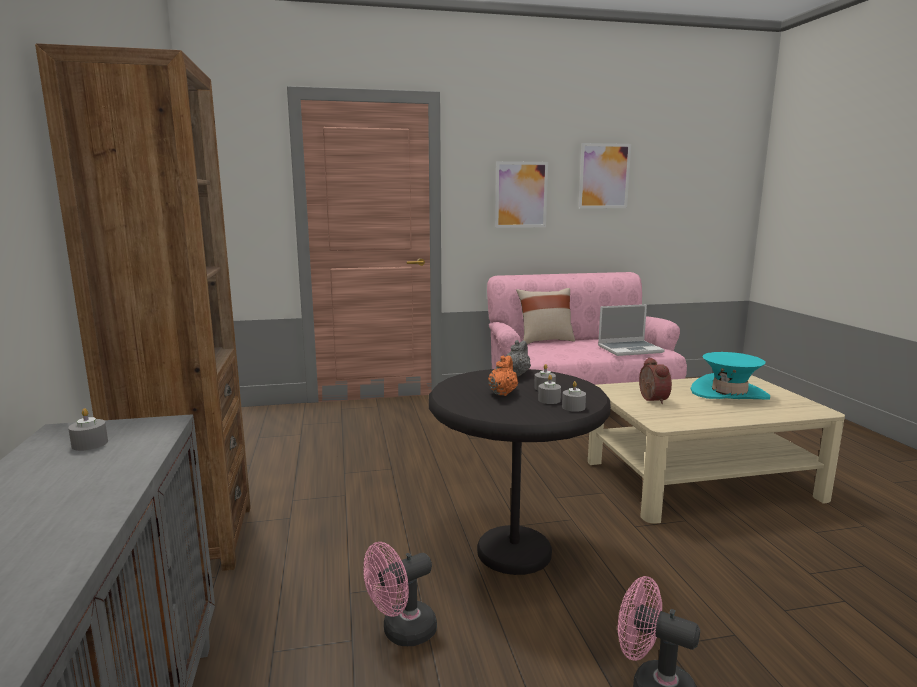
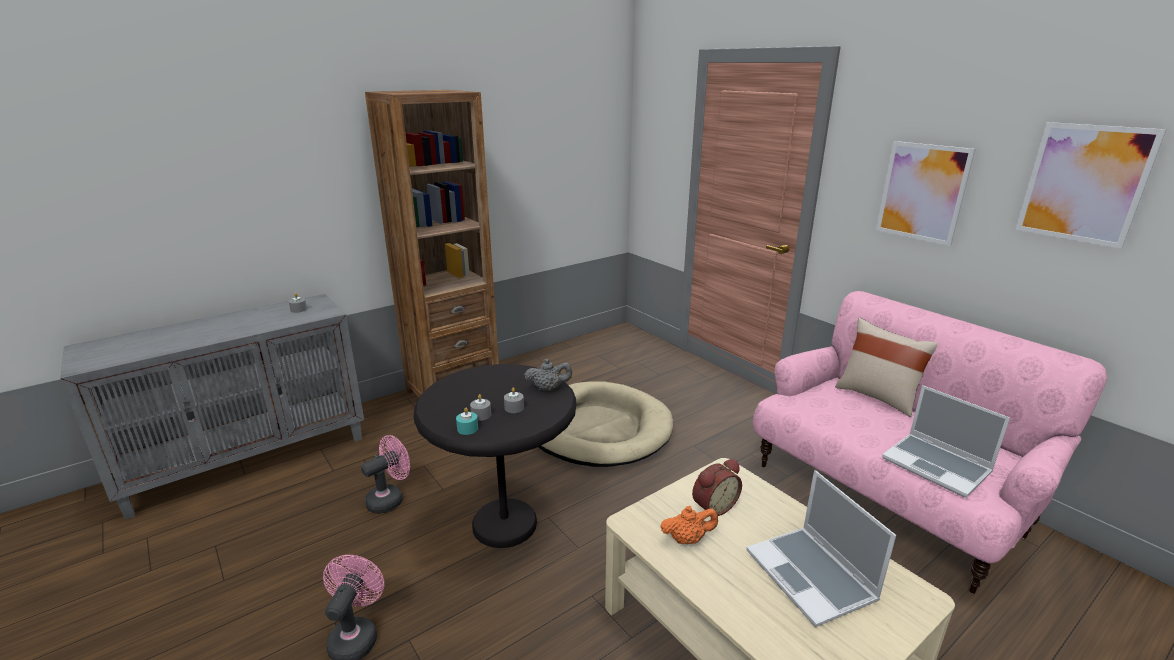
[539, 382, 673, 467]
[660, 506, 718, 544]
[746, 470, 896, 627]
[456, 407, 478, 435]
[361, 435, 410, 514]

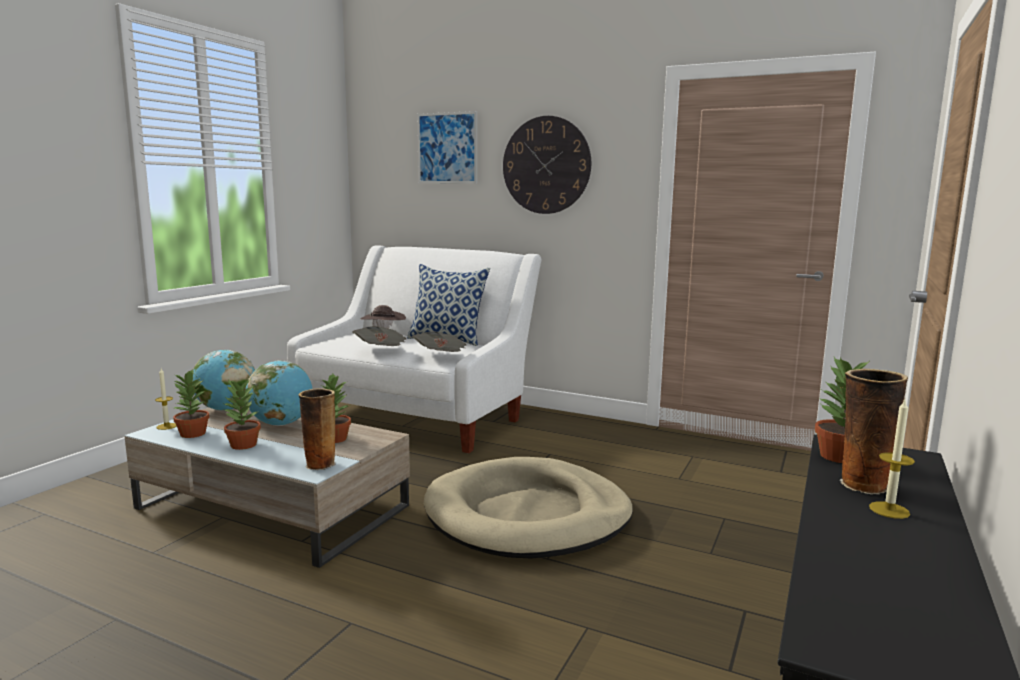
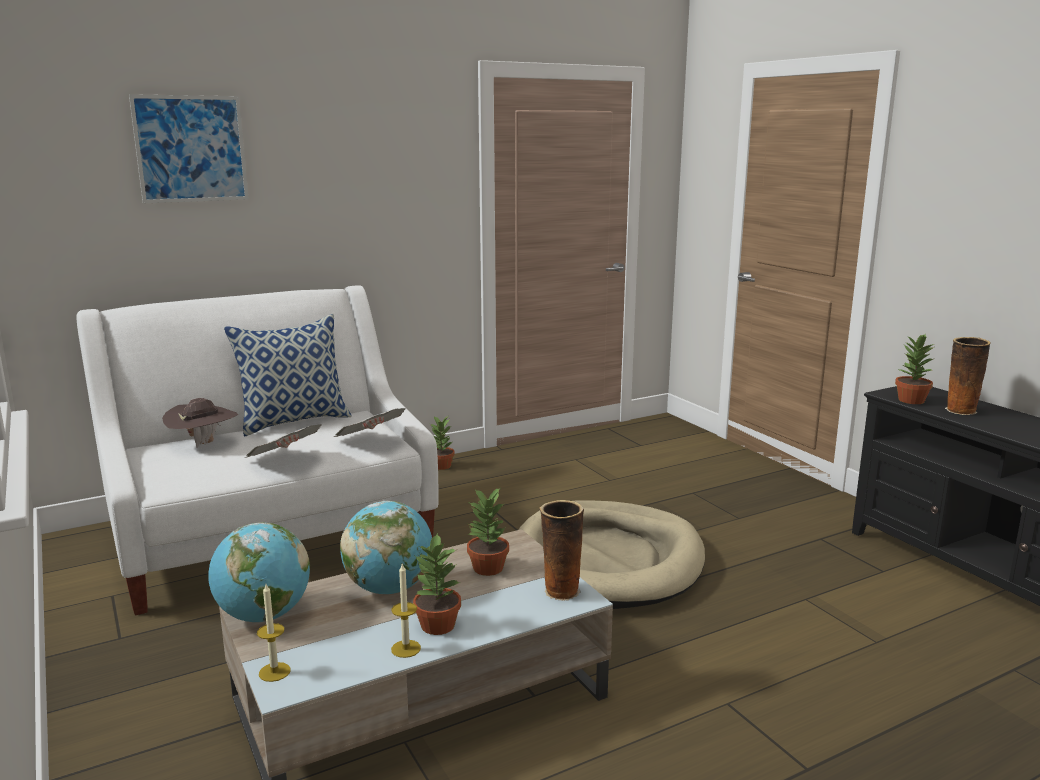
[503, 116, 591, 214] (first image)
[430, 416, 455, 470]
[391, 564, 421, 658]

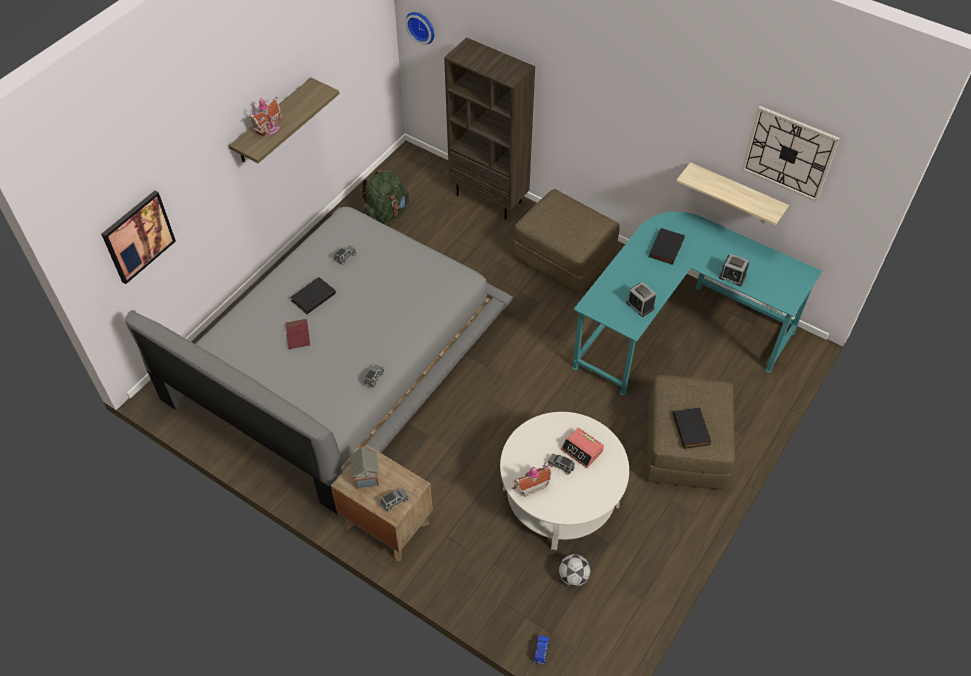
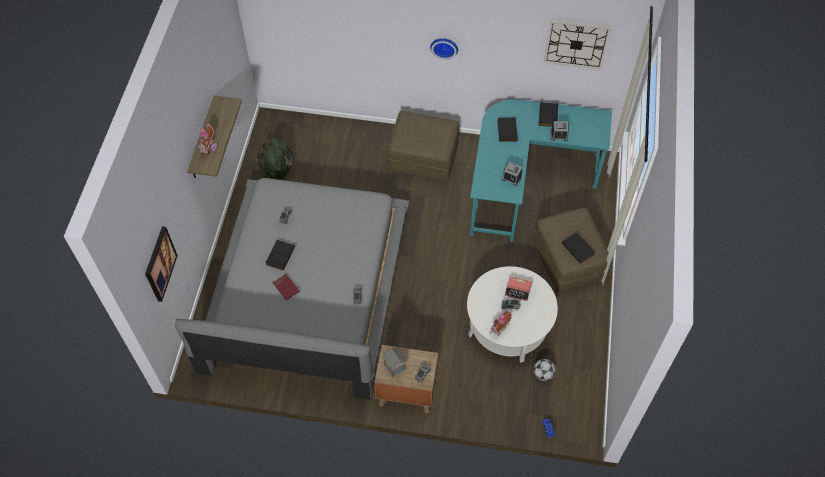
[444, 37, 535, 220] (first image)
[676, 162, 789, 225] (first image)
[539, 102, 558, 127]
[430, 38, 458, 60]

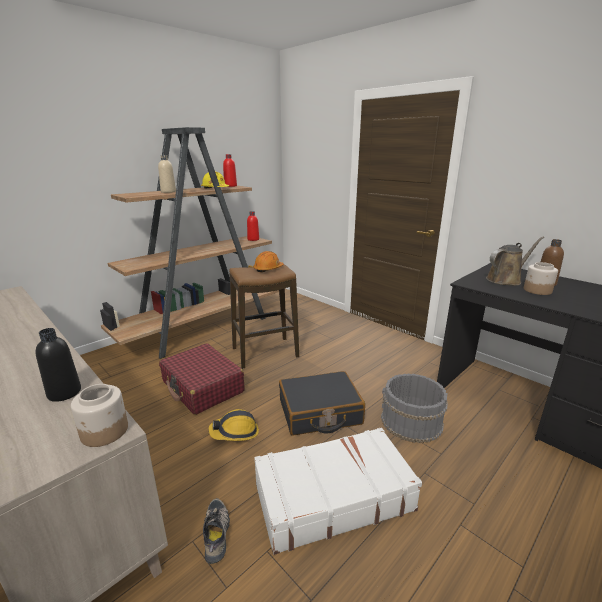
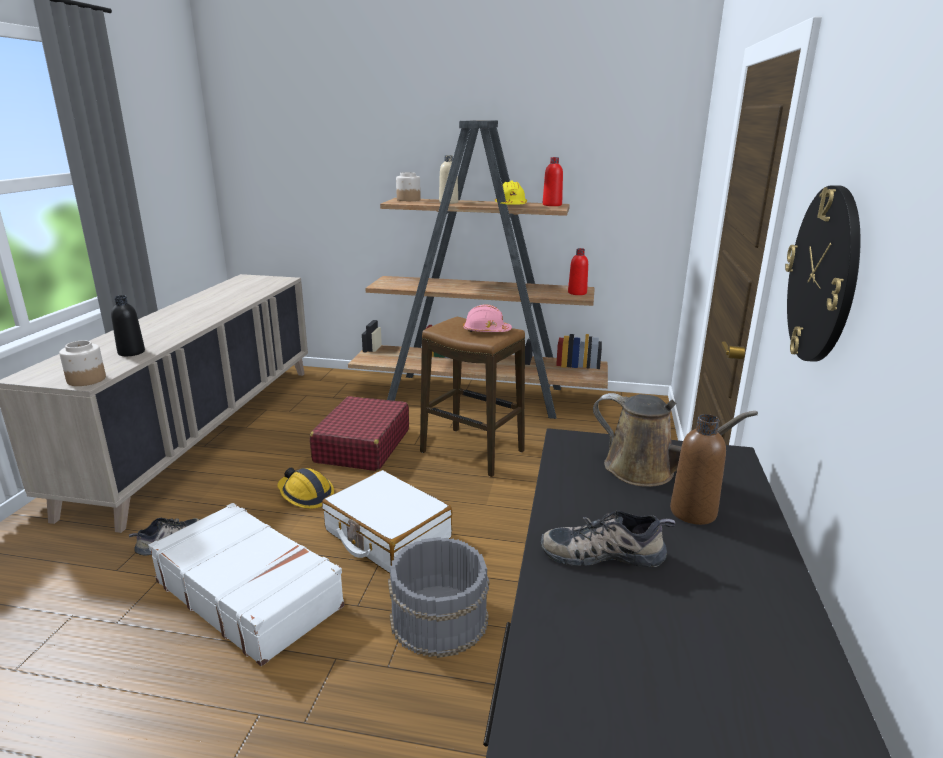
[541, 511, 675, 567]
[785, 185, 861, 362]
[396, 172, 420, 201]
[463, 304, 512, 332]
[322, 470, 452, 574]

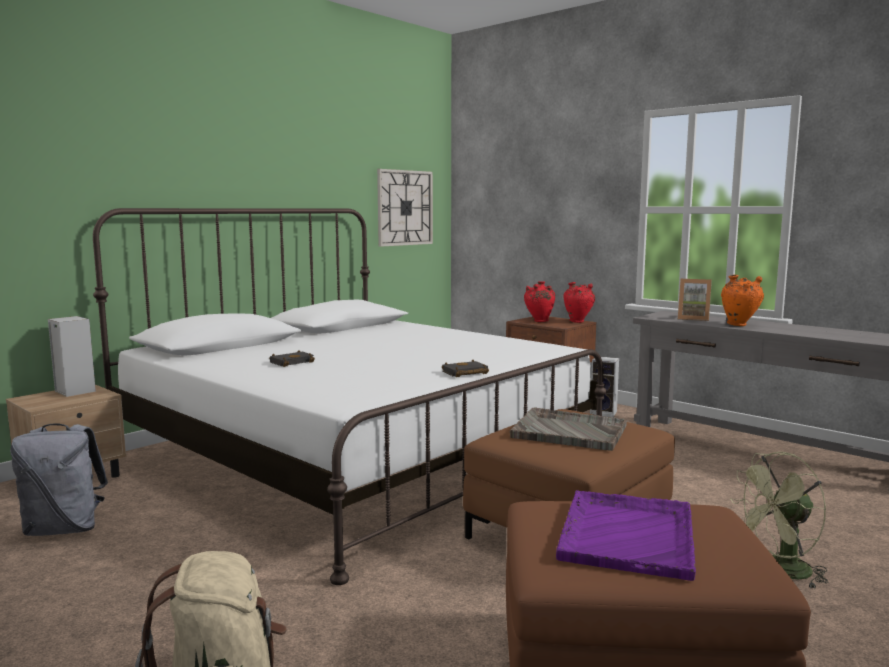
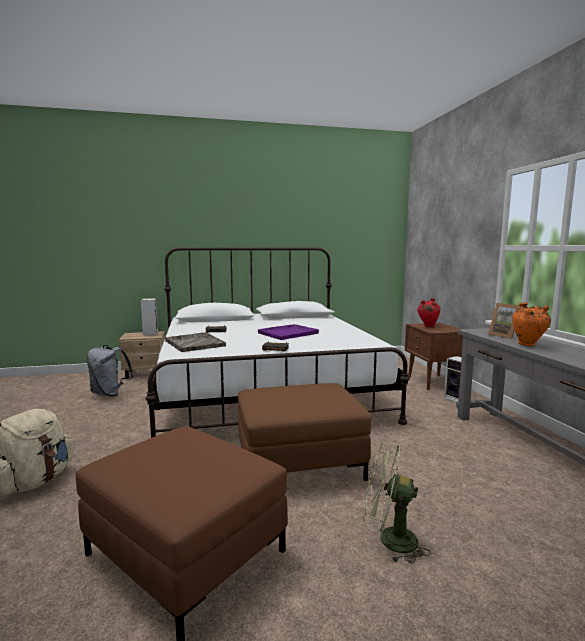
[377, 169, 433, 247] (first image)
[564, 282, 595, 323] (first image)
[165, 332, 226, 352]
[258, 324, 319, 340]

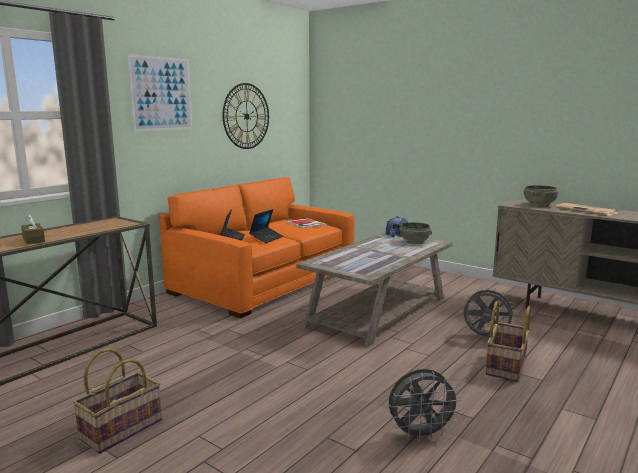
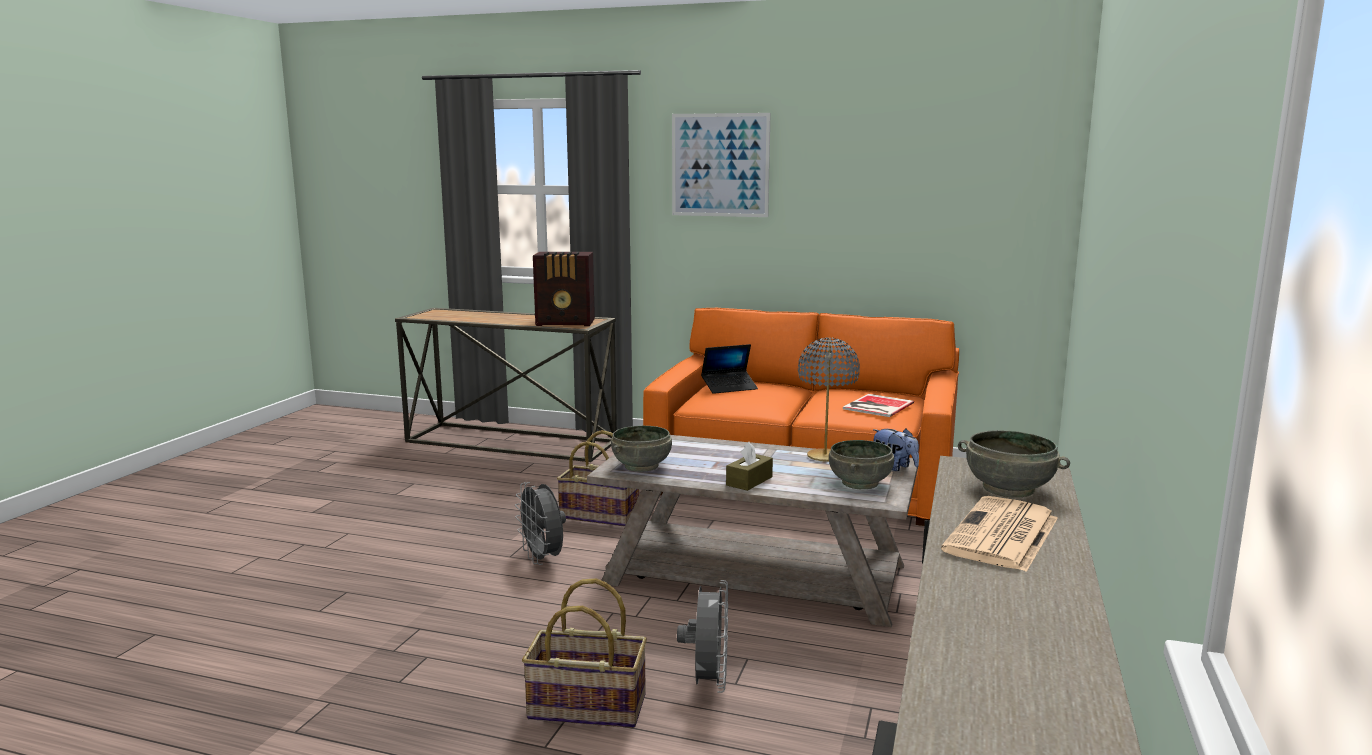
[223, 83, 269, 149] (first image)
[249, 209, 283, 243] (first image)
[533, 252, 595, 326]
[611, 426, 672, 472]
[798, 337, 860, 462]
[726, 442, 773, 491]
[557, 430, 639, 527]
[515, 482, 566, 565]

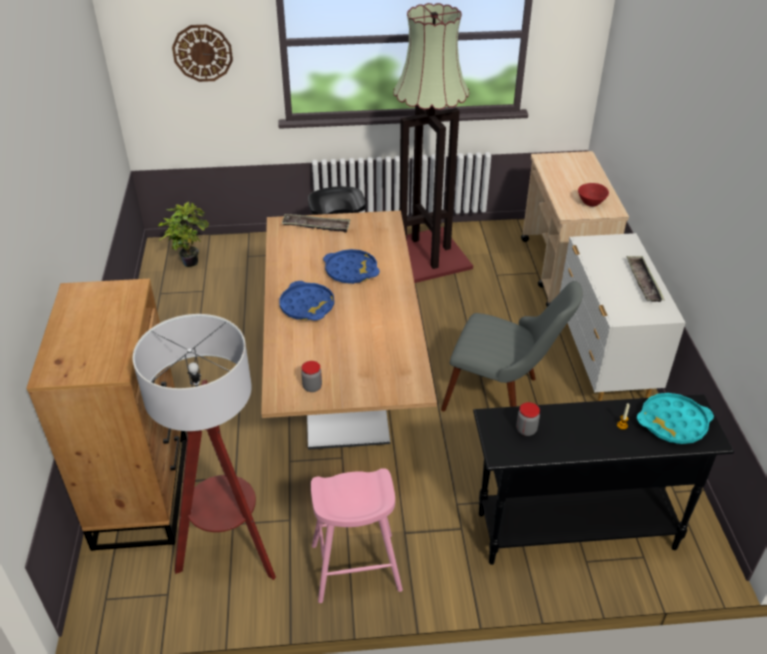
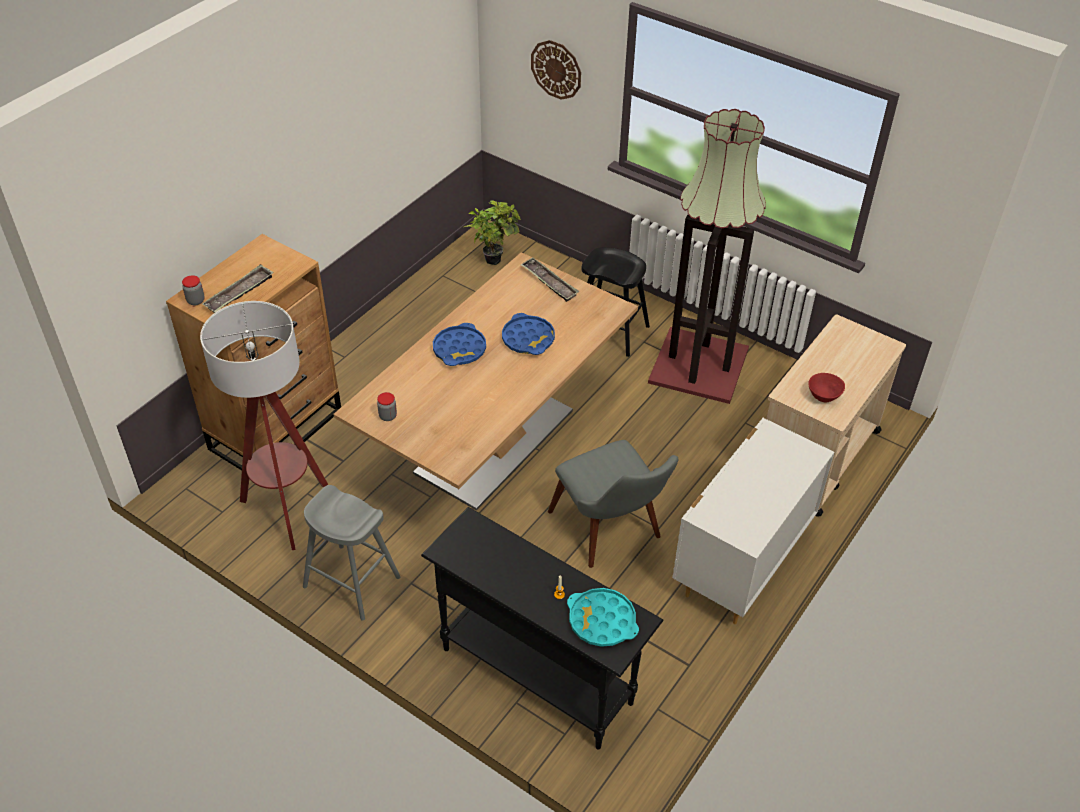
[182, 275, 205, 306]
[203, 264, 274, 313]
[303, 485, 400, 621]

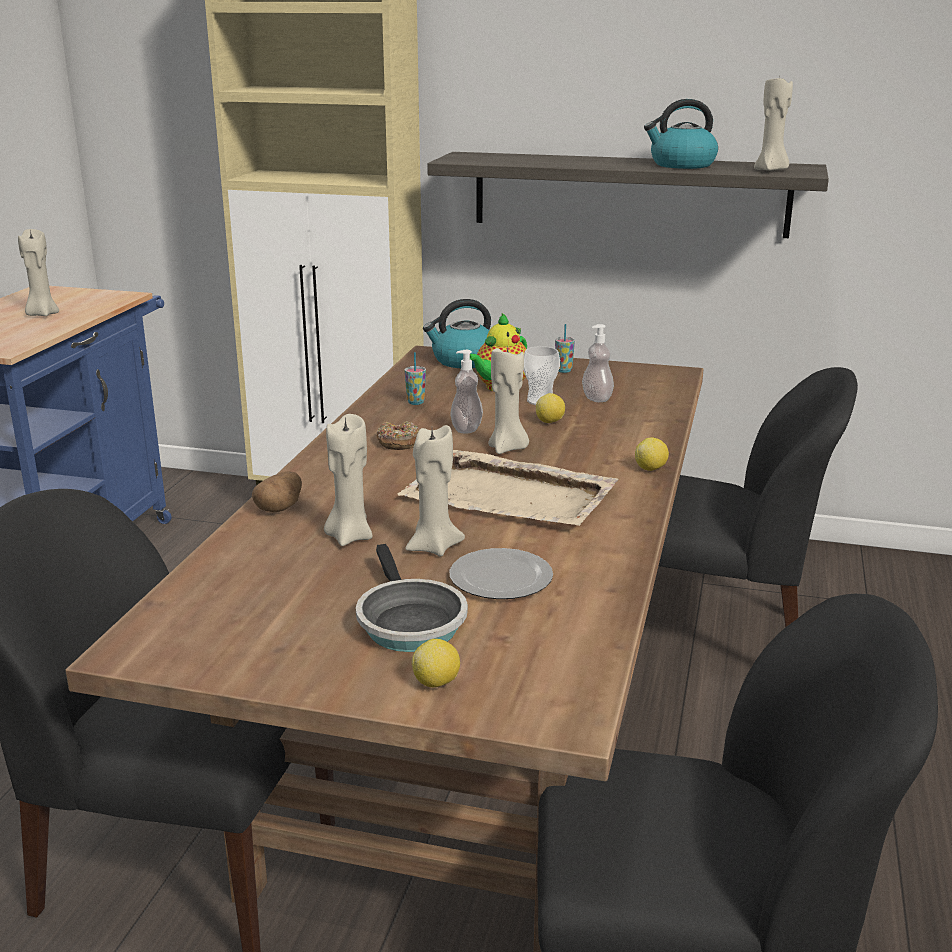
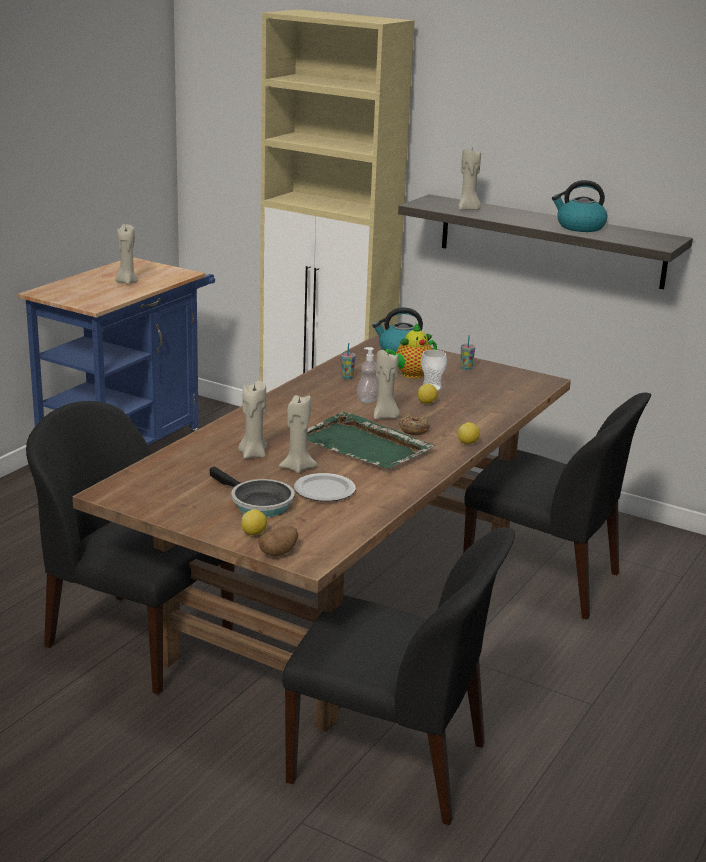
[582, 324, 614, 402] (first image)
[259, 526, 298, 556]
[399, 414, 430, 435]
[458, 149, 481, 210]
[307, 412, 435, 469]
[209, 466, 295, 517]

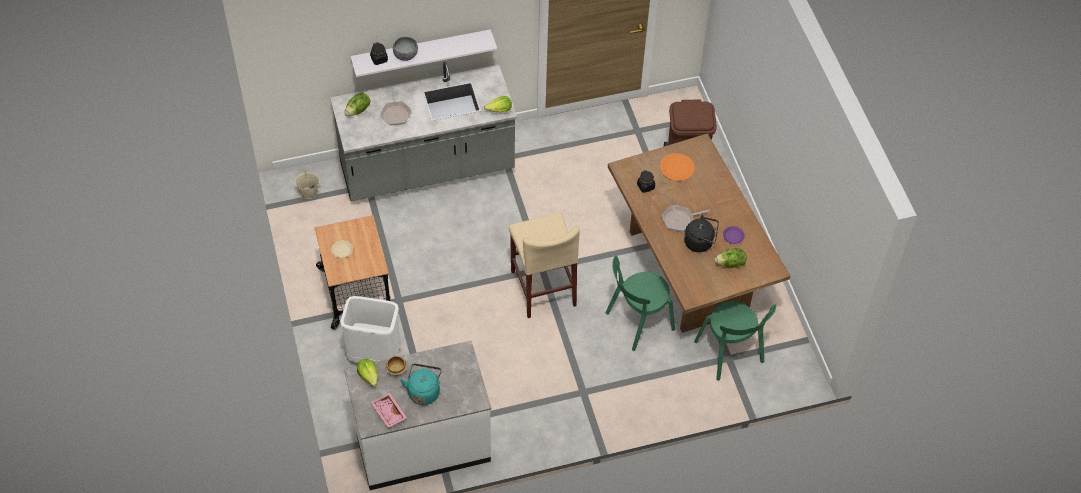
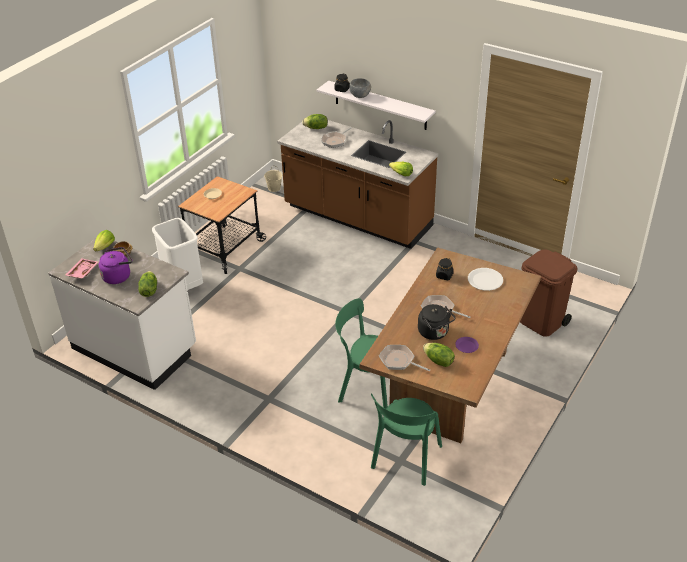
[509, 213, 580, 318] (first image)
[138, 271, 157, 297]
[379, 345, 430, 371]
[277, 120, 438, 249]
[98, 247, 133, 284]
[468, 268, 503, 291]

